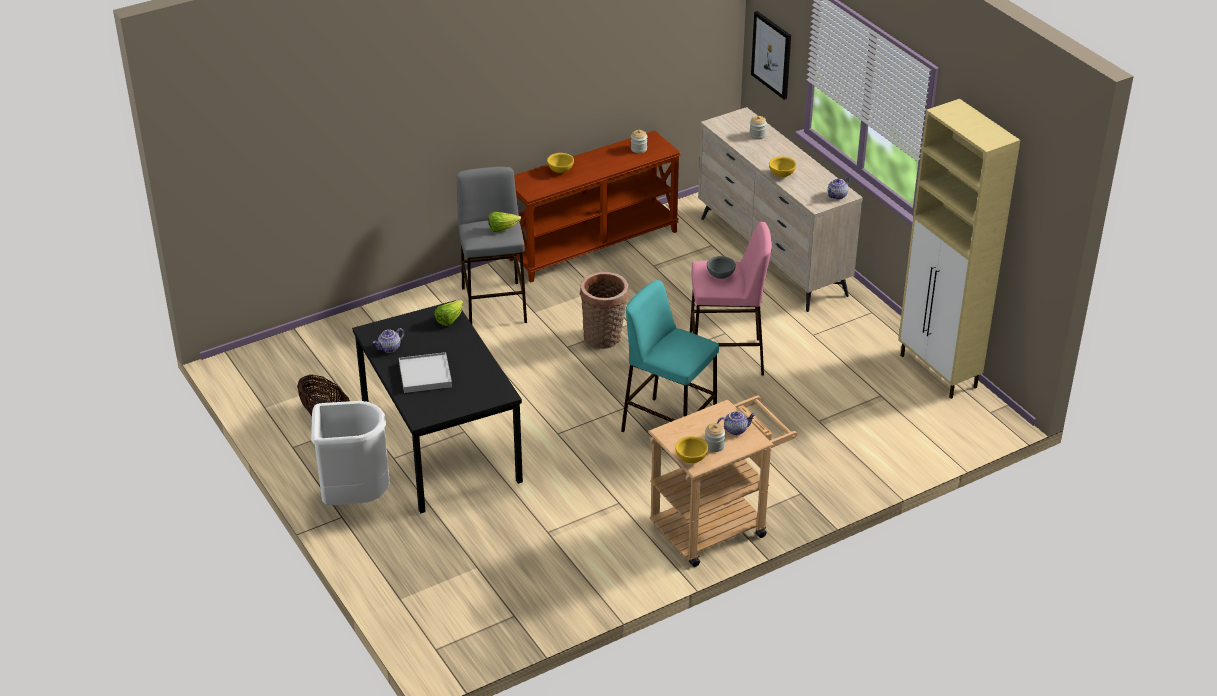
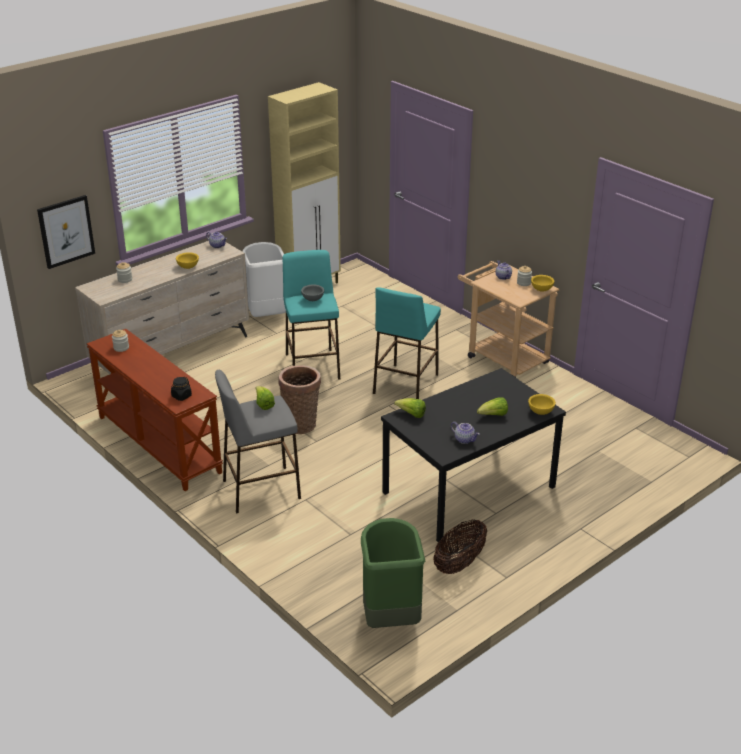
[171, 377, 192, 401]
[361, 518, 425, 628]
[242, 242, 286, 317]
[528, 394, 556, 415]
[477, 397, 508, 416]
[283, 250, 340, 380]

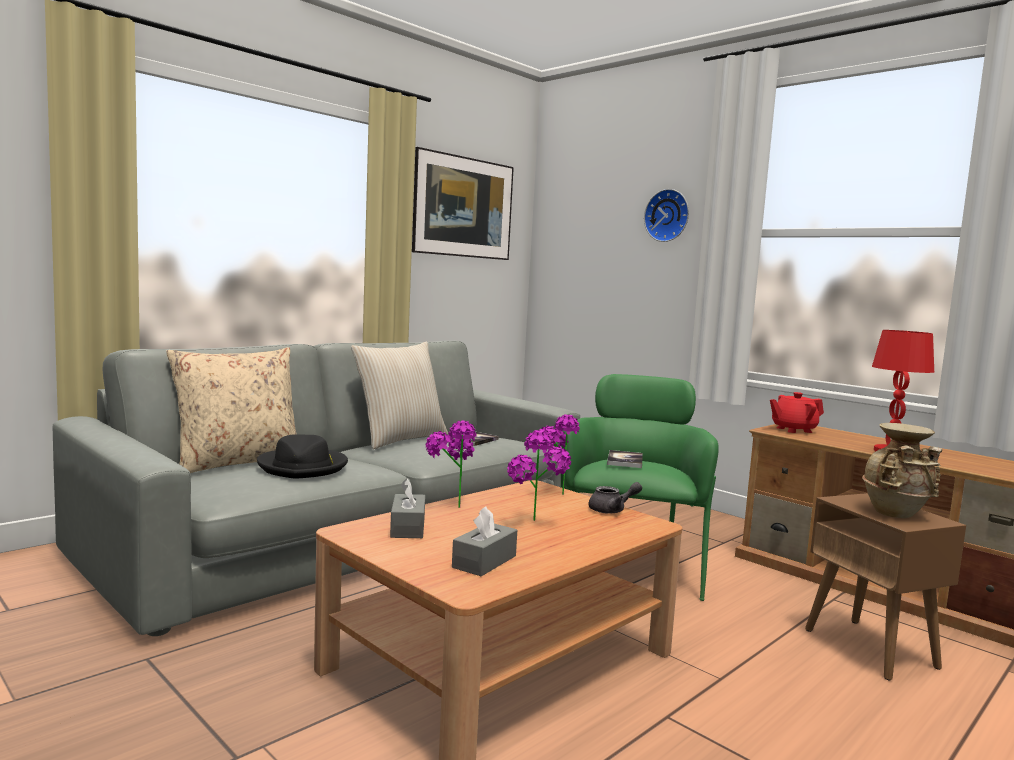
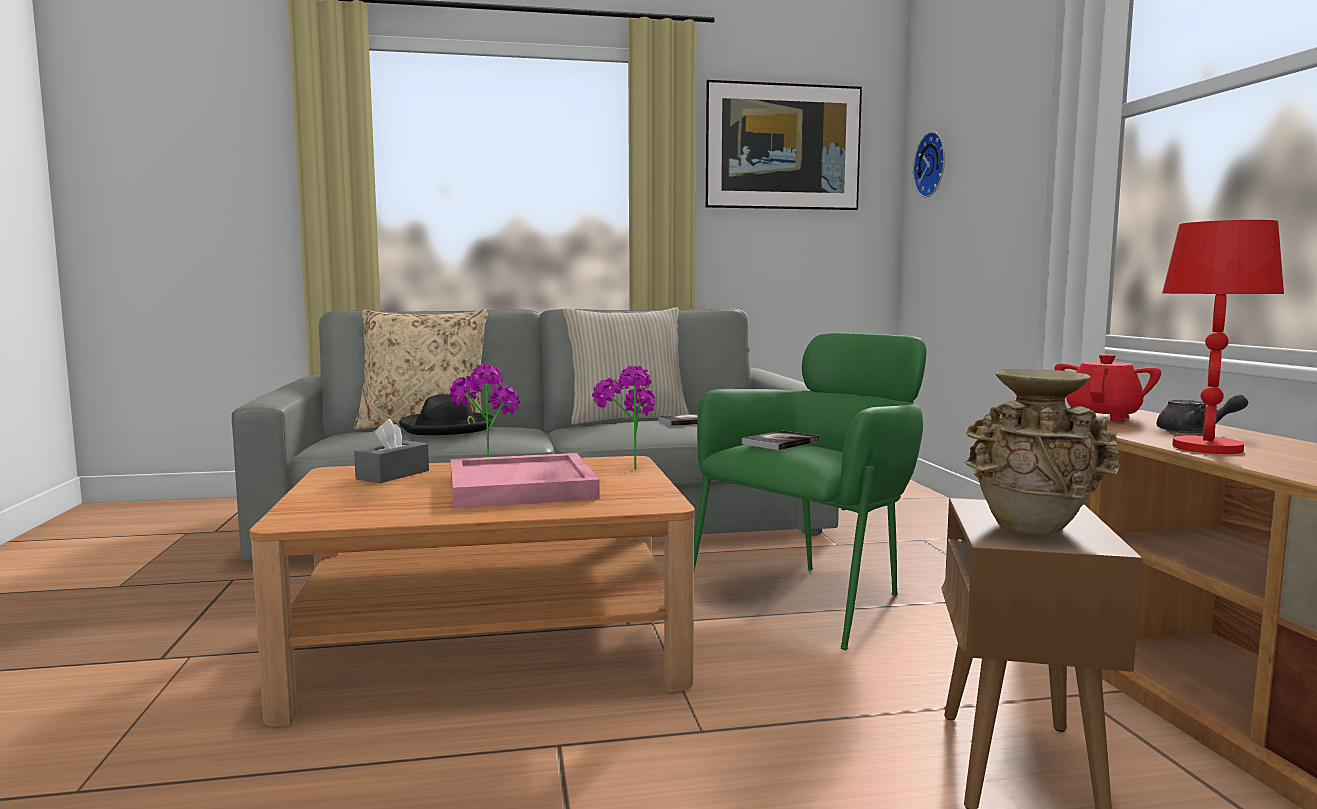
[452, 506, 517, 576] (first image)
[1157, 394, 1248, 434]
[913, 132, 945, 198]
[451, 453, 600, 508]
[1055, 354, 1161, 422]

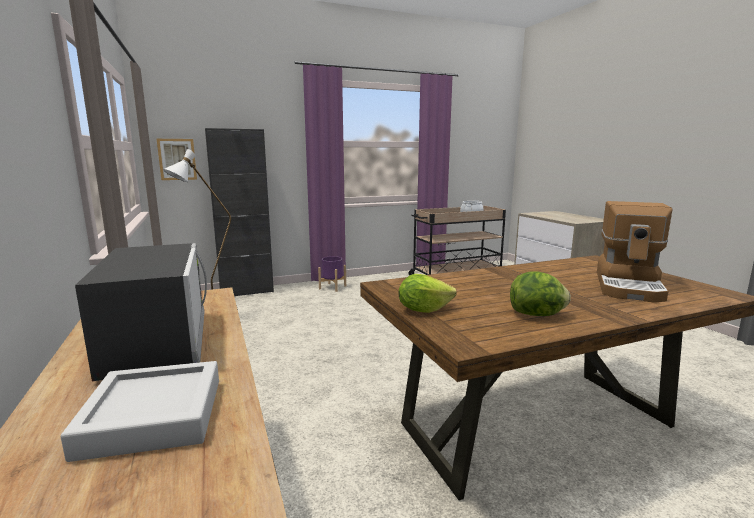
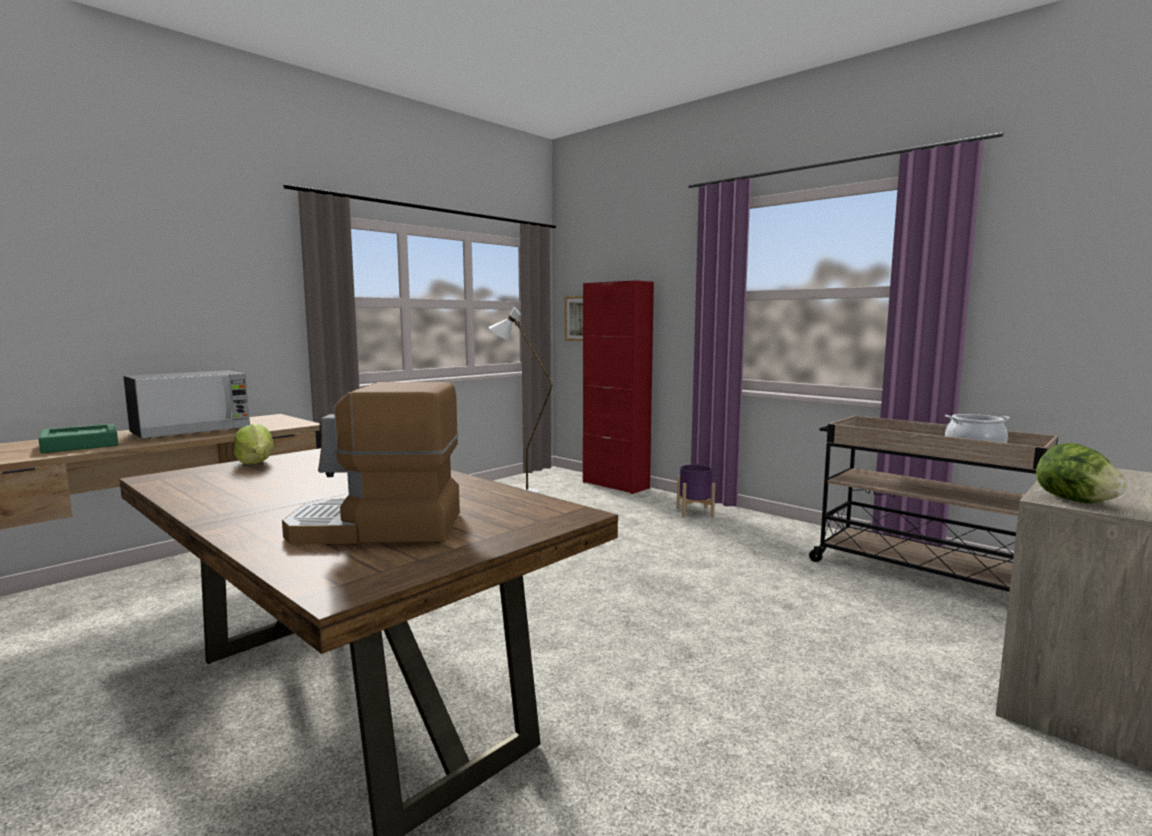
[1036, 443, 1127, 503]
[39, 424, 118, 453]
[583, 280, 654, 494]

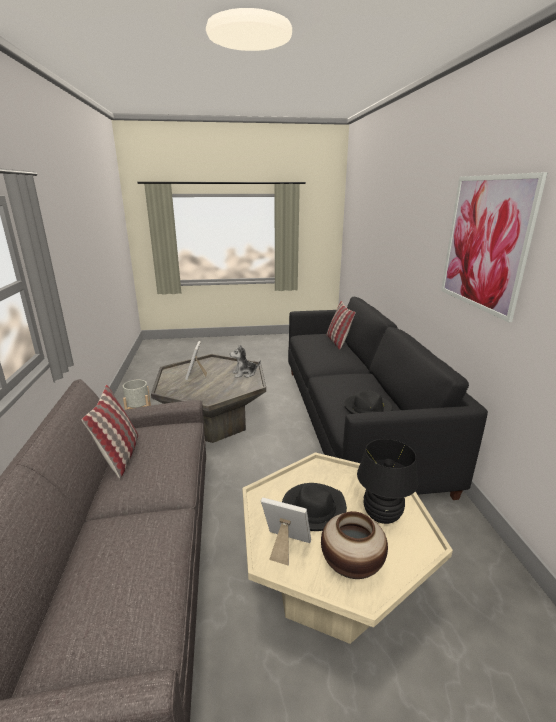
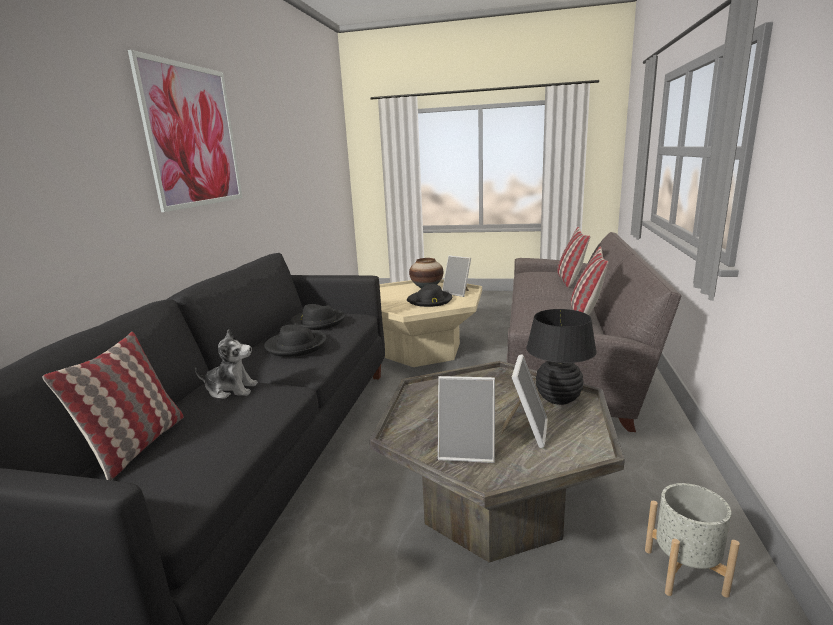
[264, 324, 327, 357]
[438, 376, 495, 463]
[557, 227, 591, 288]
[195, 329, 258, 399]
[526, 309, 597, 405]

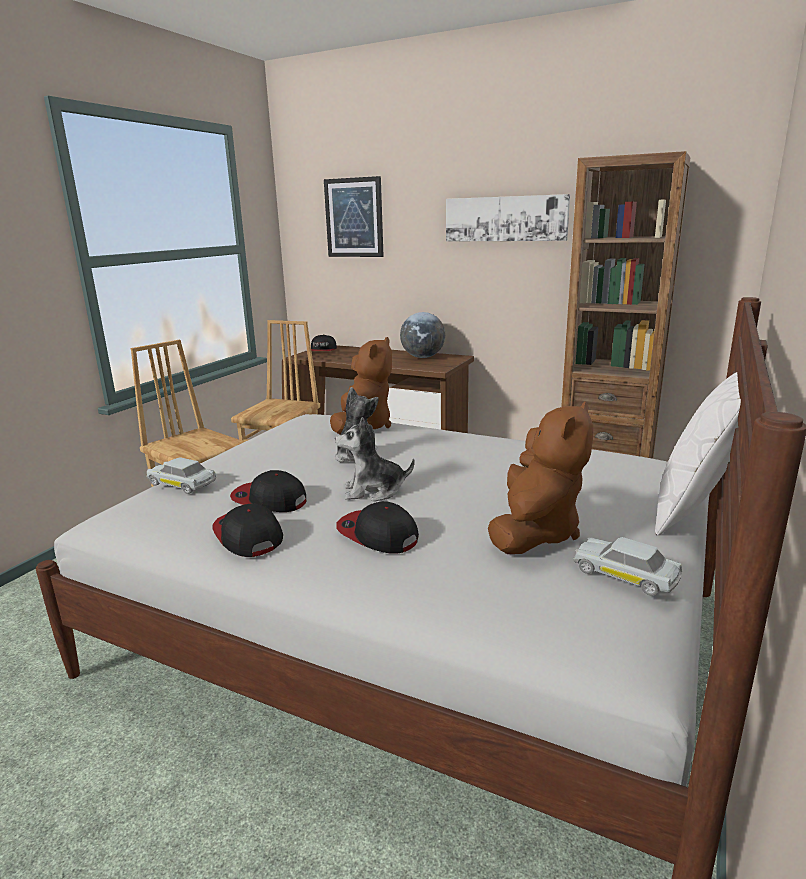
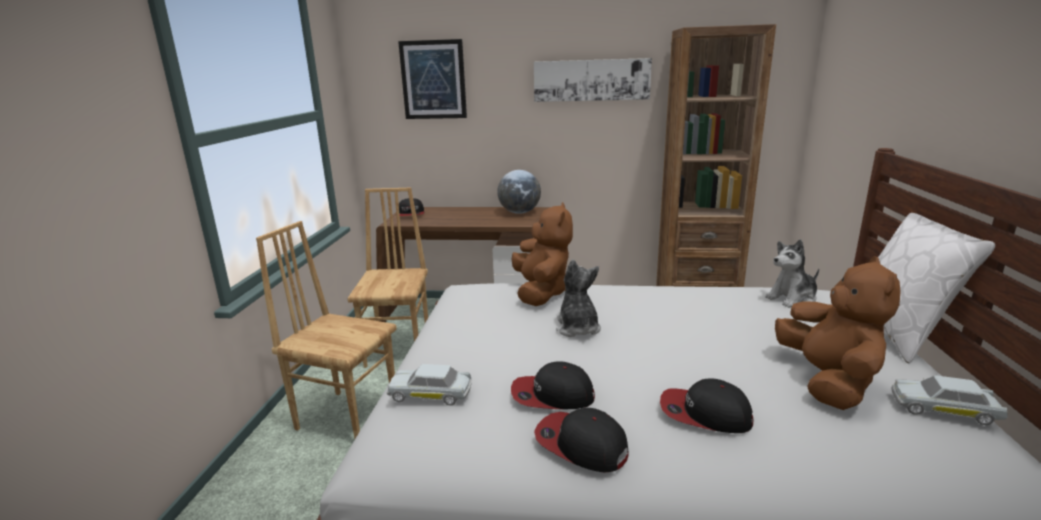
[765, 239, 819, 308]

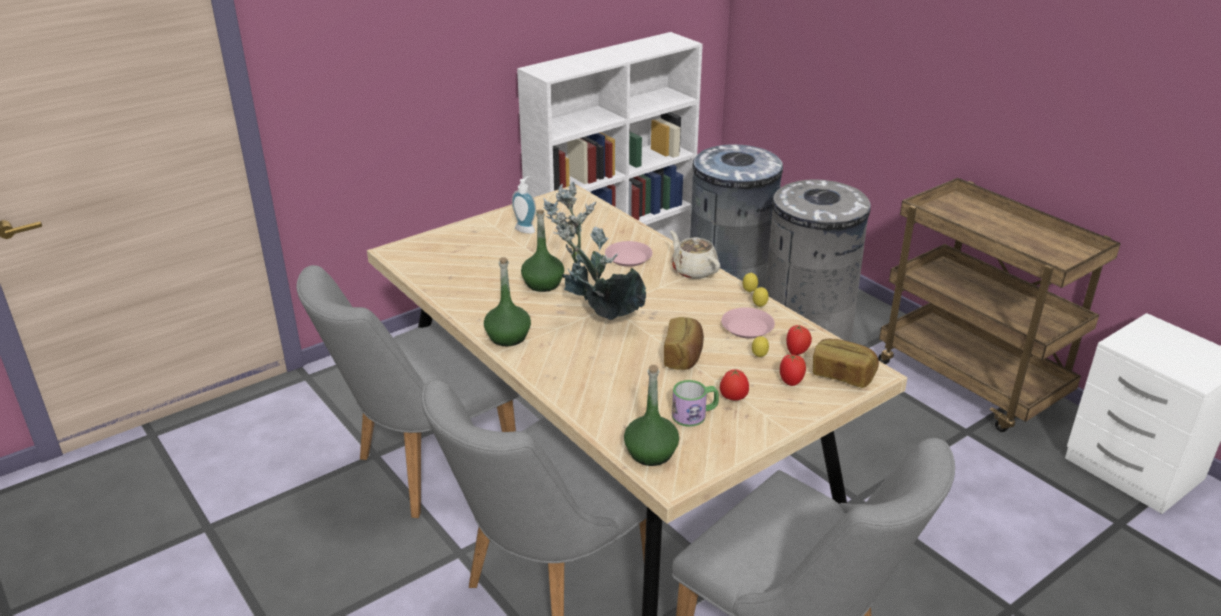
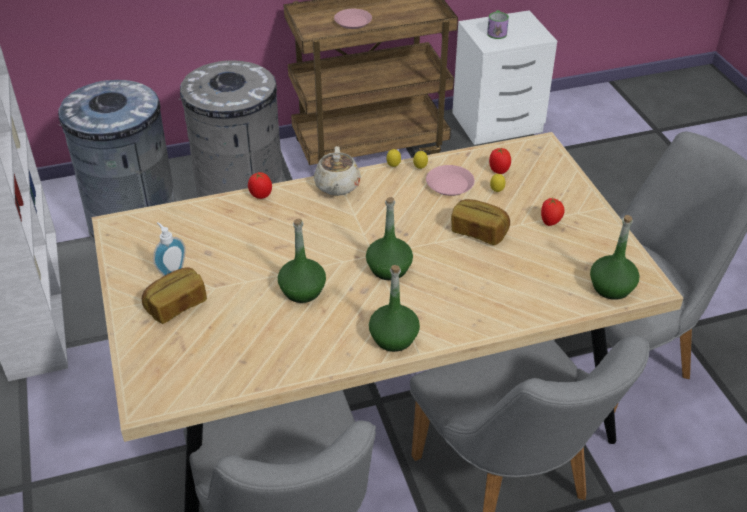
[334, 9, 372, 29]
[487, 10, 509, 39]
[248, 172, 272, 199]
[142, 267, 207, 324]
[366, 197, 413, 280]
[314, 146, 361, 196]

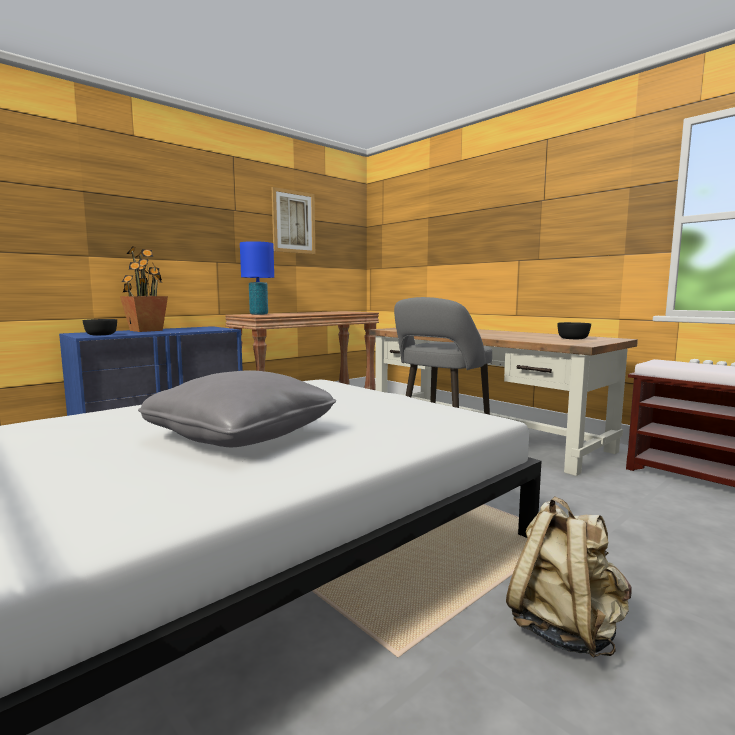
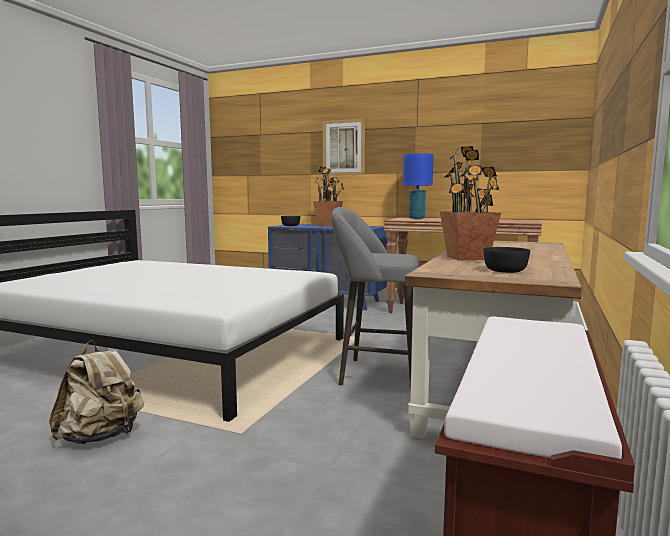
[138, 370, 336, 447] (first image)
[440, 146, 501, 260]
[323, 118, 365, 176]

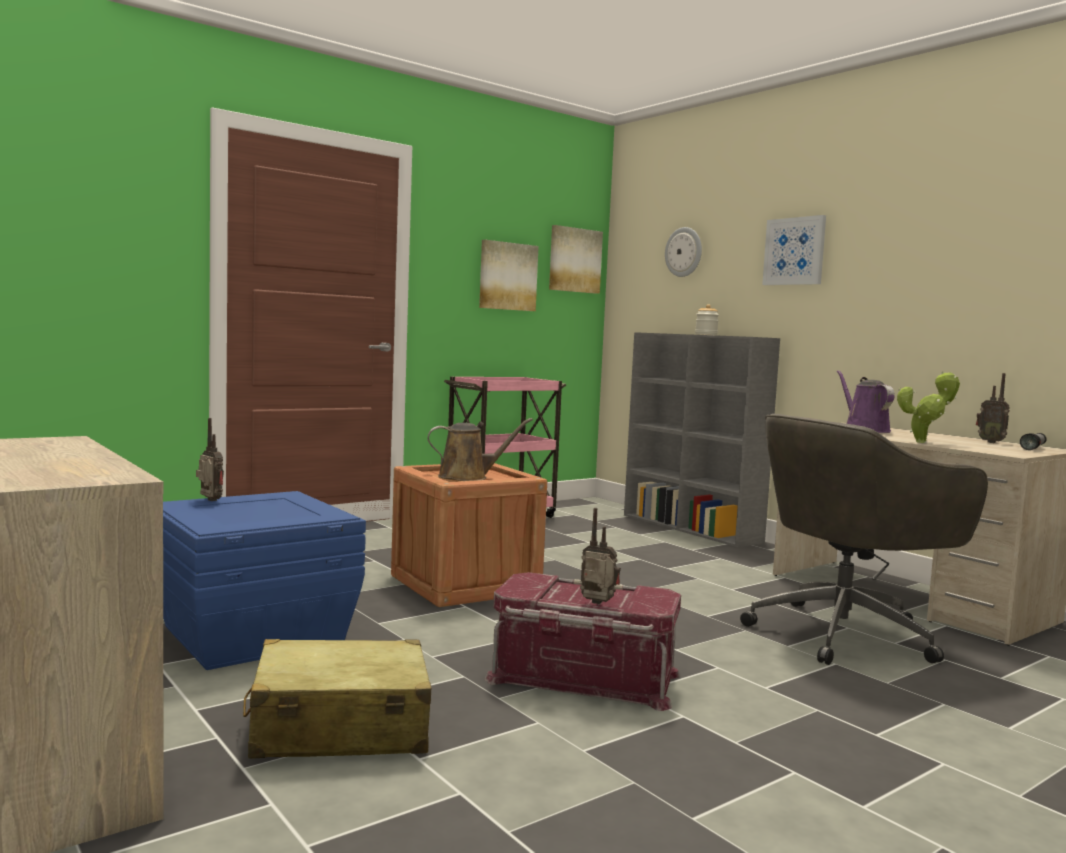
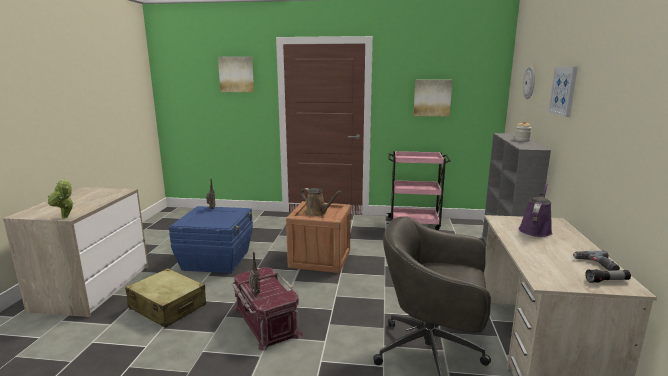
[218, 56, 254, 92]
[48, 178, 74, 219]
[573, 251, 620, 271]

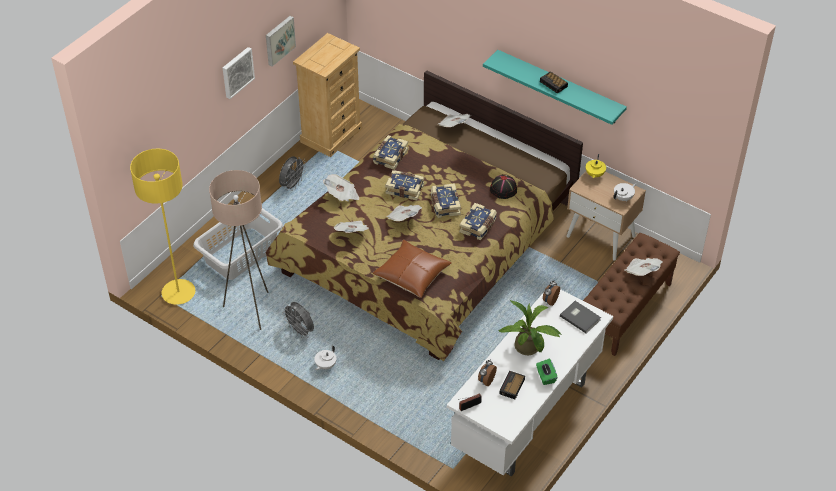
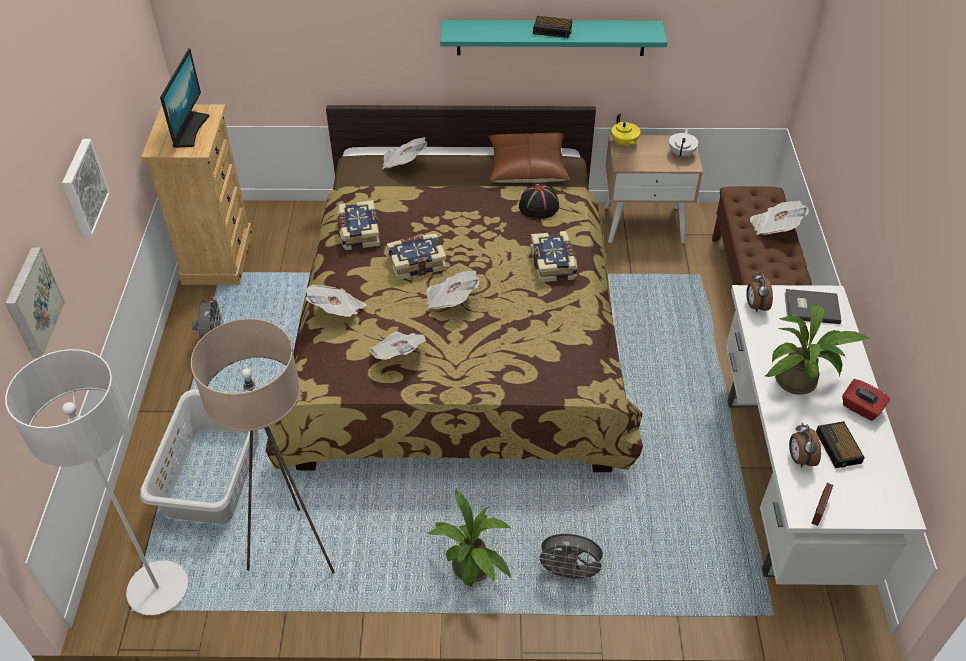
[431, 183, 461, 218] (first image)
[160, 48, 209, 148]
[5, 247, 65, 358]
[535, 534, 606, 583]
[488, 133, 569, 183]
[427, 488, 510, 587]
[5, 349, 188, 615]
[842, 379, 890, 421]

